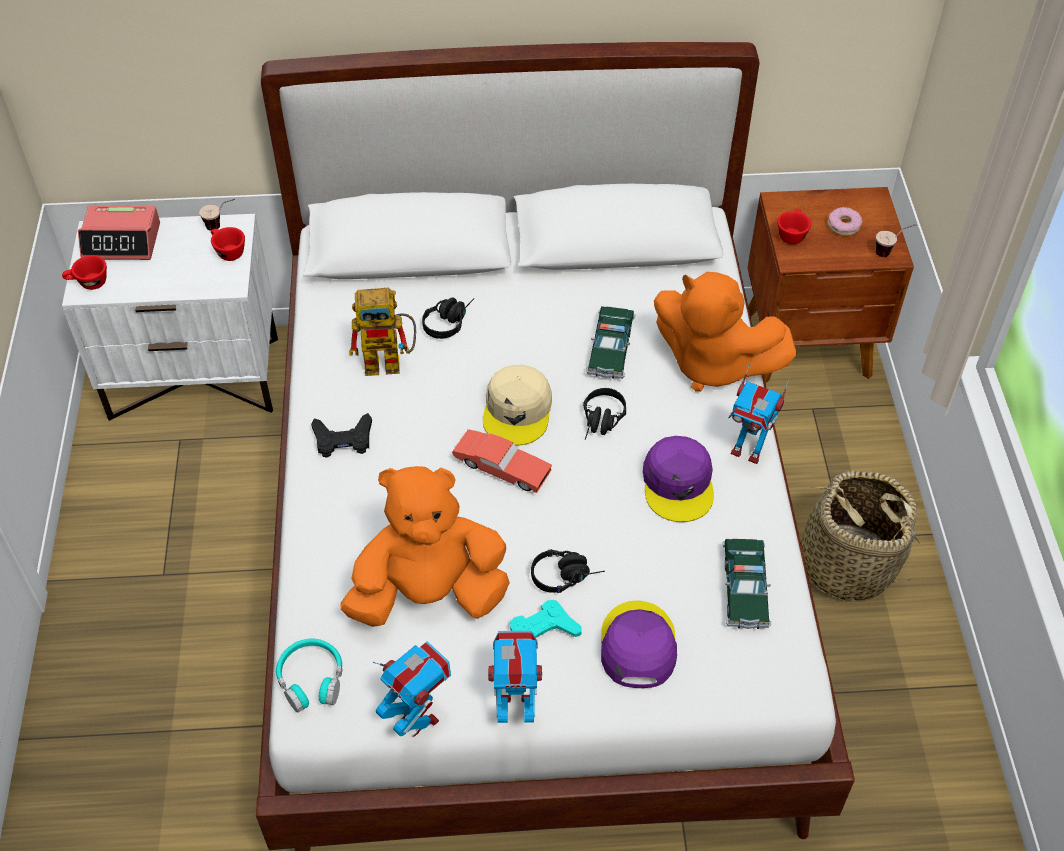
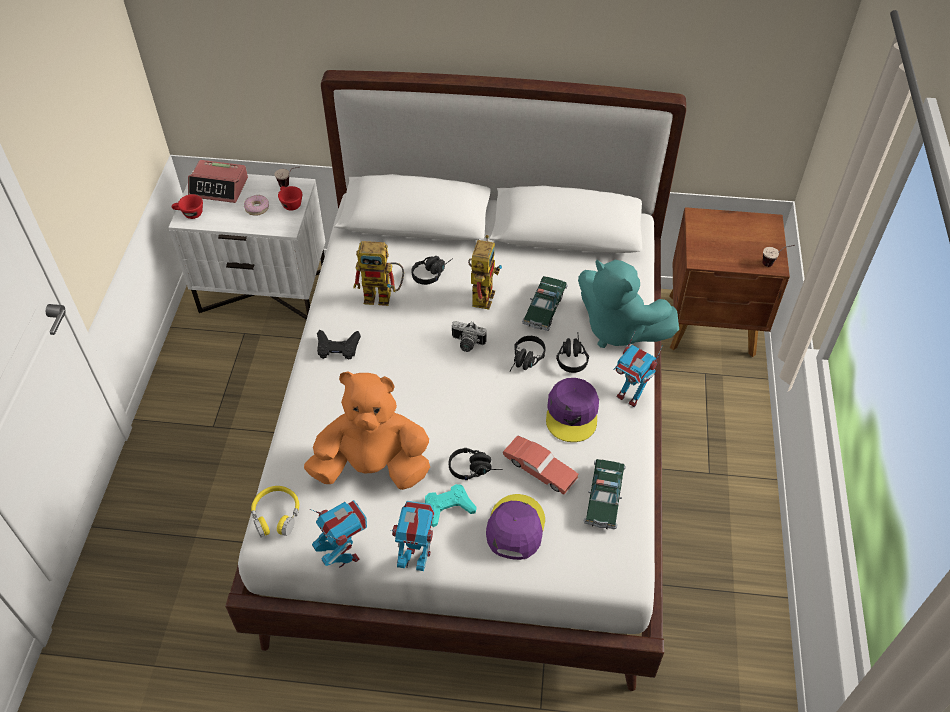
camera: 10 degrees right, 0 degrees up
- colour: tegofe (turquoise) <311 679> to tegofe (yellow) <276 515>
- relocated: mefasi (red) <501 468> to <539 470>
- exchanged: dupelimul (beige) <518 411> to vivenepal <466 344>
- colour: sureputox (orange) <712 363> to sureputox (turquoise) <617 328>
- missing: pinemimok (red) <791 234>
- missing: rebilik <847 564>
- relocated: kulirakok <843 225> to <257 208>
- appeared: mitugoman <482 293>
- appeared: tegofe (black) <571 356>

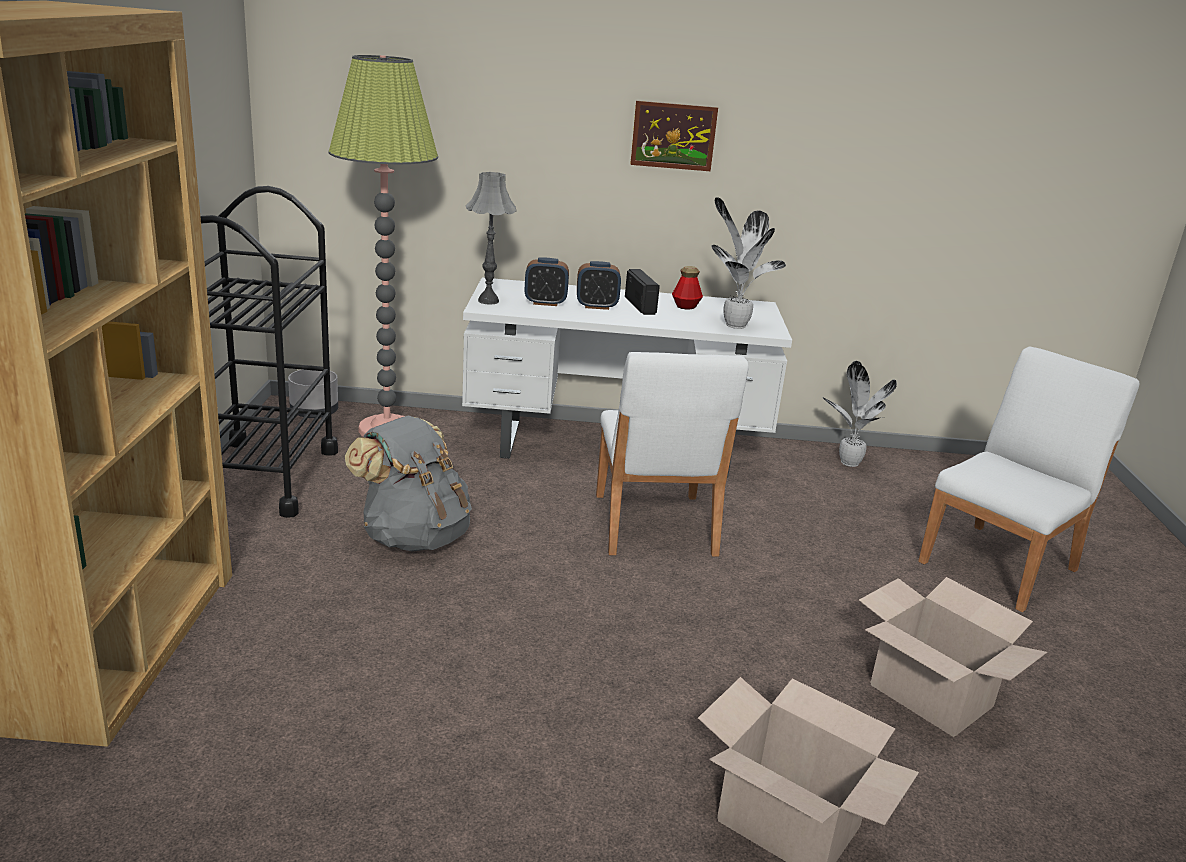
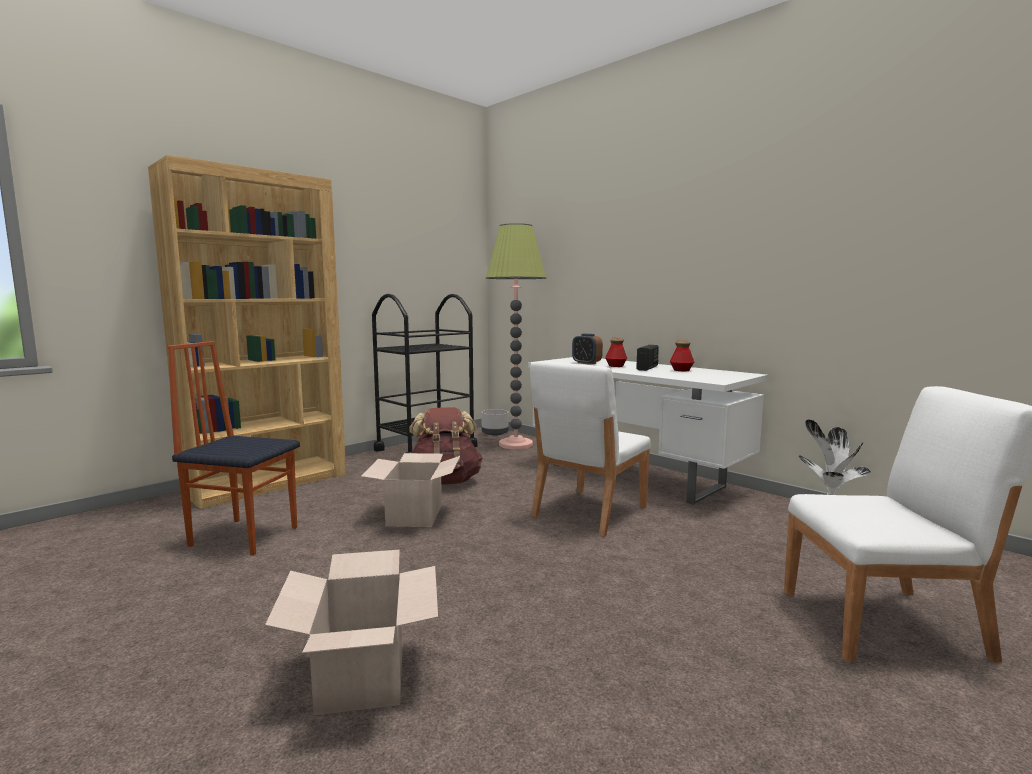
camera: 45 degrees right, 15 degrees down
- colour: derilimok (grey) <414 536> to derilimok (brown) <445 482>
- missing: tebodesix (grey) <488 301>
- exchanged: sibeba <596 306> to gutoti <615 366>
- missing: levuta <673 136>
- missing: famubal <733 325>
- relocated: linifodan <932 695> to <415 515>
- appeared: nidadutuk <244 535>

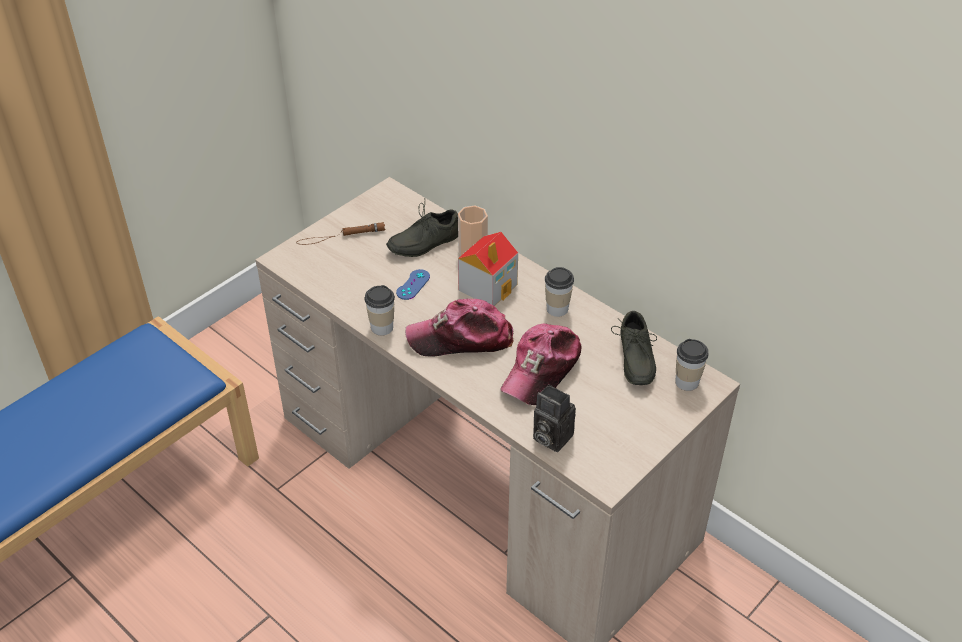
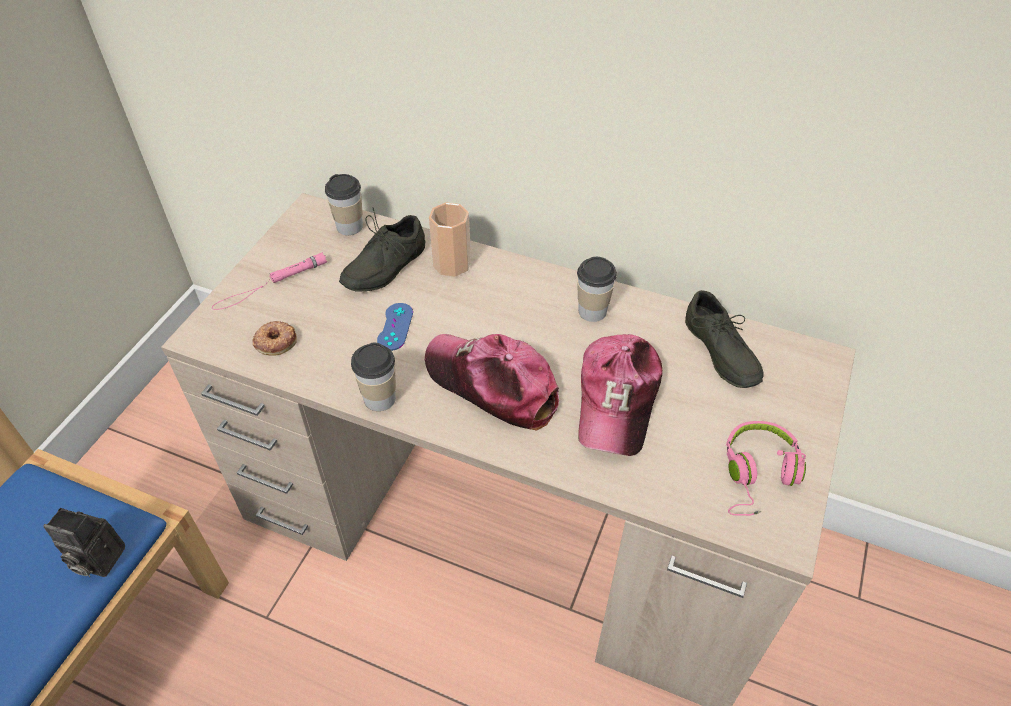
camera: 20 degrees left, 5 degrees up
- colour: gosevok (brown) <341 236> to gosevok (pink) <270 284>
- spun: dupelimul <461 338> = <492 385> 60 degrees clockwise
- missing: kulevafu <488 287>
- relocated: vivenepal <550 437> to <96 559>
- relocated: pinemimok <687 382> to <349 226>
- appeared: kulirakok <275 341>
- appeared: tegofe (pink) <758 475>

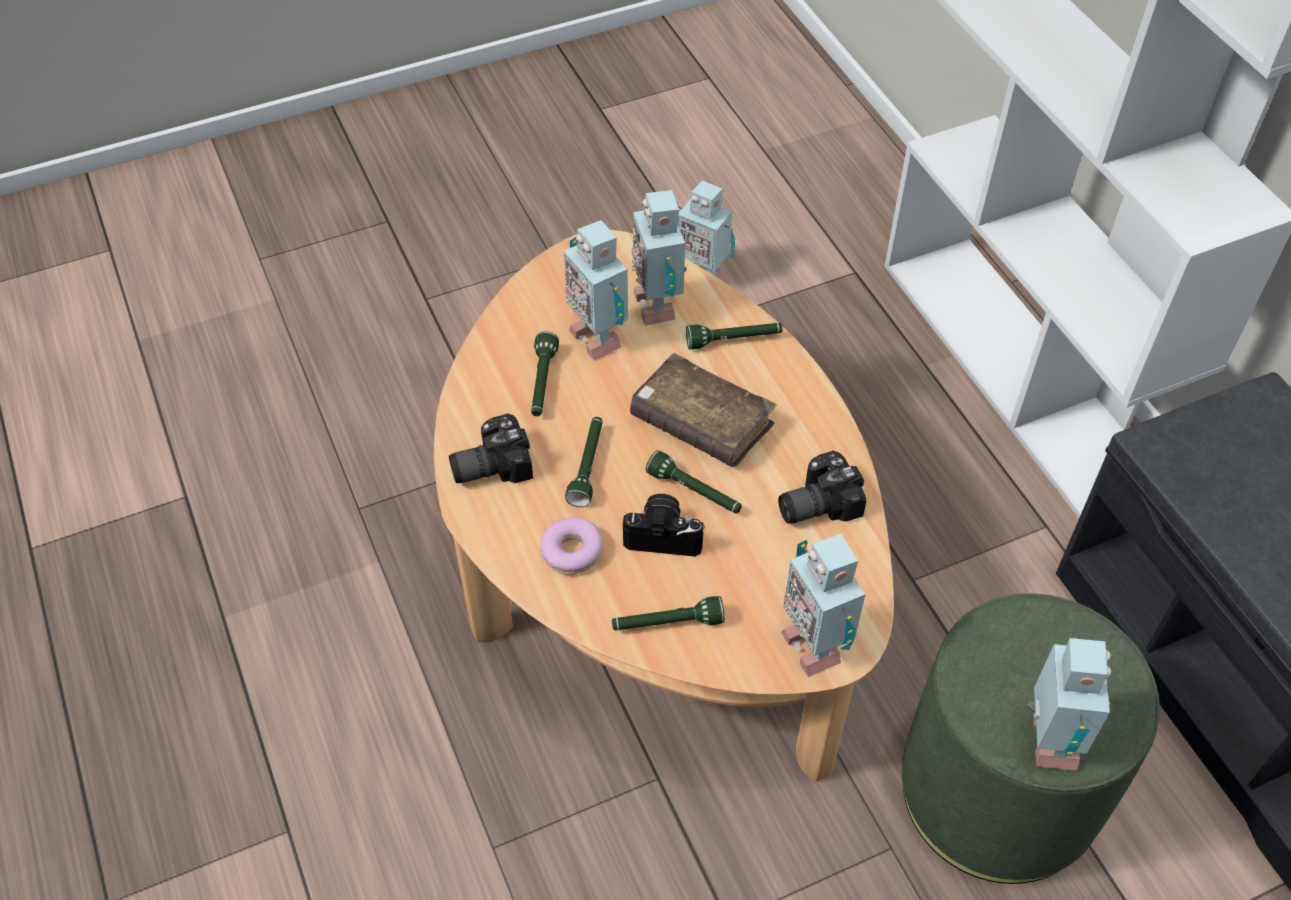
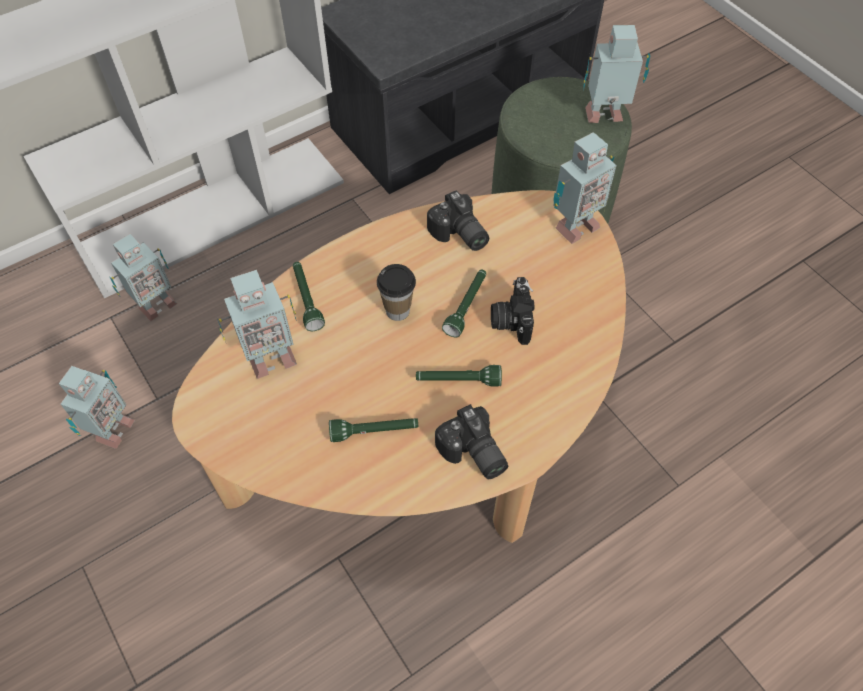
camera: 100 degrees left, 5 degrees up
- missing: kulirakok <572 552>
- relocated: mitugoman <598 336> to <155 305>
- missing: gosevok (green) <667 624>
- exchanged: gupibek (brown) <701 423> to pinemimok <398 311>

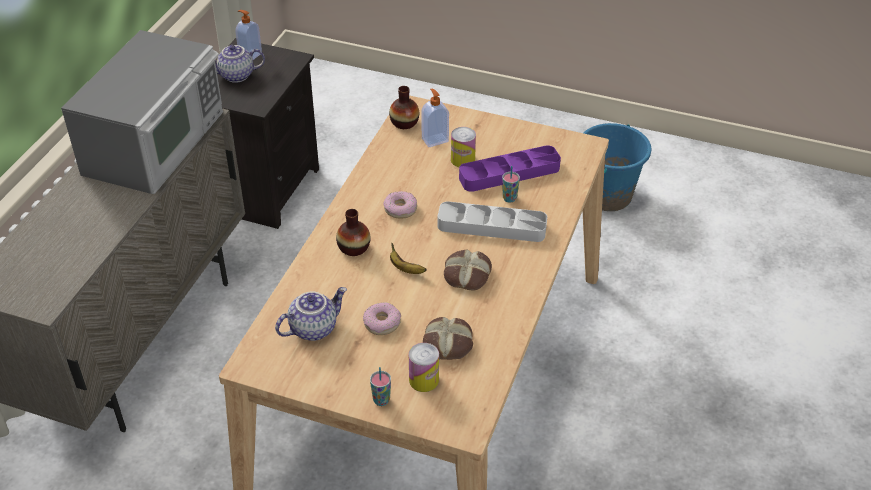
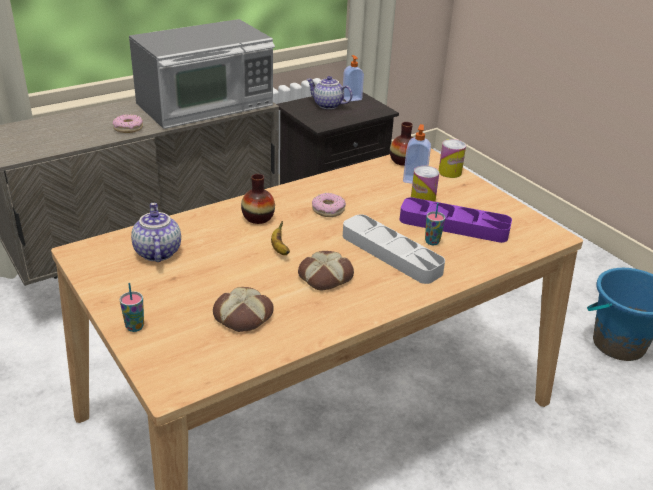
camera: 35 degrees right, 10 degrees down
- spun: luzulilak <313 328> = <156 252> 105 degrees counterclockwise
- relocated: kulirakok <382 323> to <128 128>
- relocated: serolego <424 380> to <450 172>

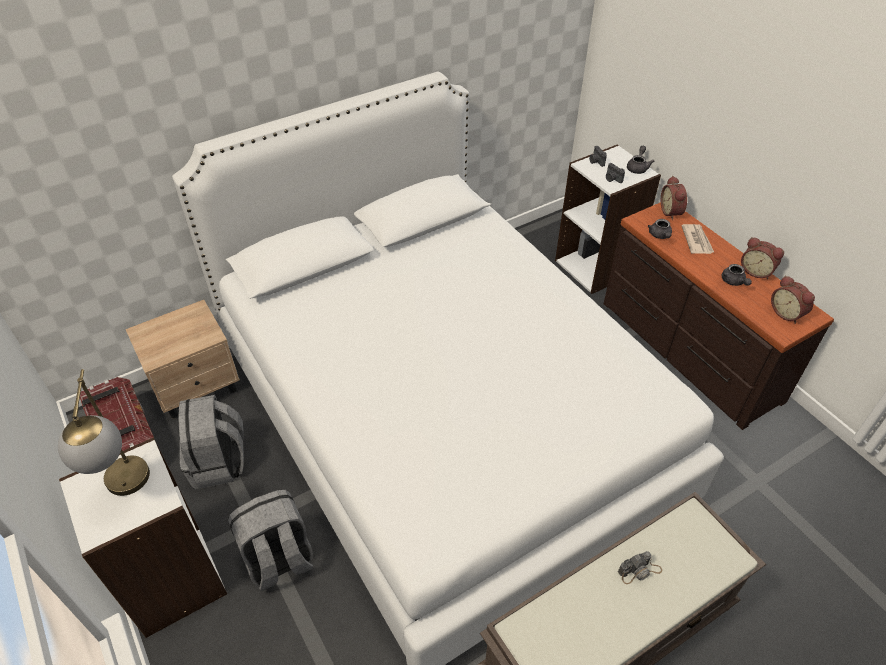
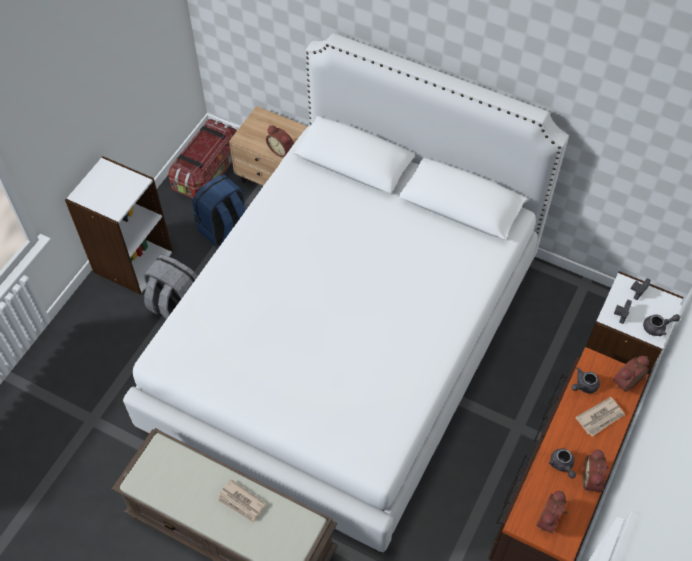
camera: 60 degrees right, 10 degrees up
- missing: tebodesix <127 491>
- colour: derilimok (grey) <219 463> to derilimok (blue) <225 230>
- exchanged: vivenepal <639 571> to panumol <241 502>
- spun: luzulilak (grey) <733 282> = <562 465> 60 degrees counterclockwise
- appeared: sibeba <282 150>

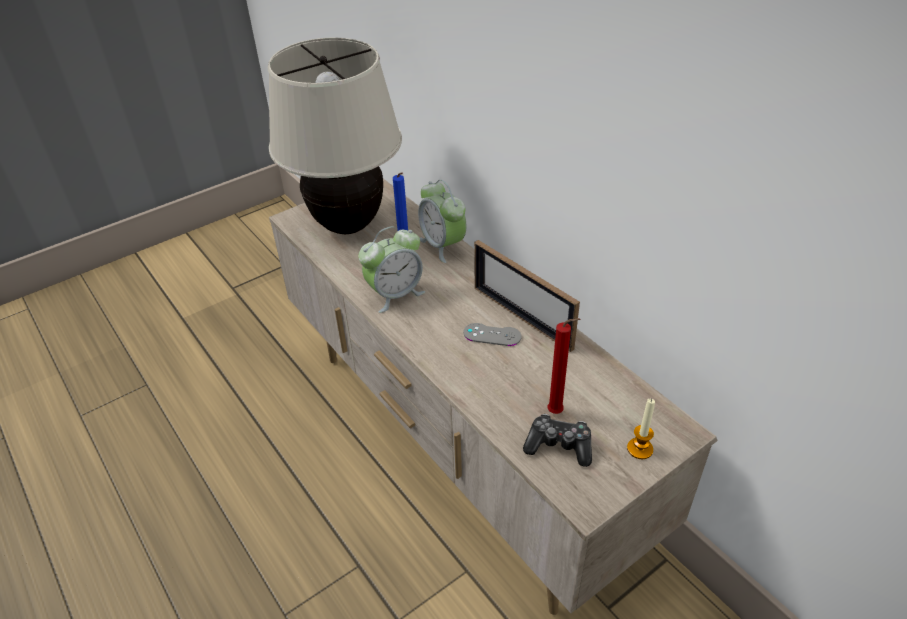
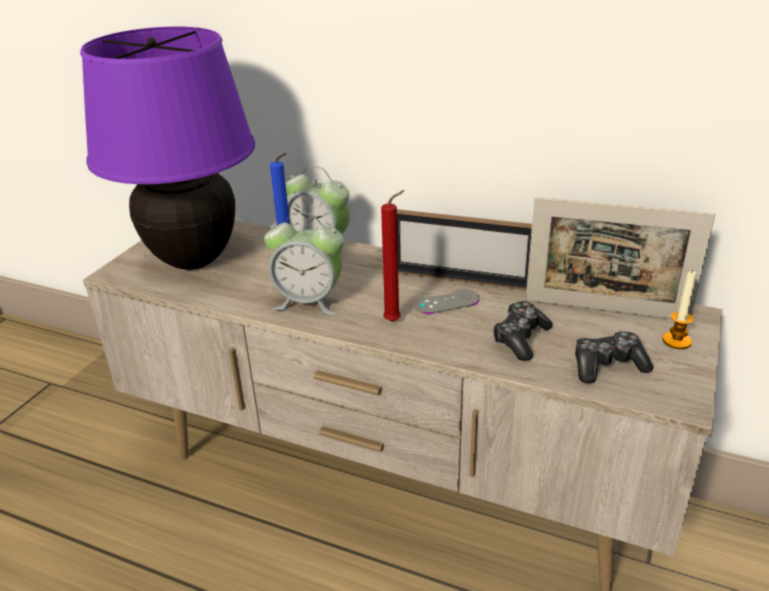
camera: 30 degrees left, 10 degrees down
- colour: tebodesix (beige) <347 226> to tebodesix (purple) <193 261>
- spun: sibeba <395 294> = <309 302> 75 degrees clockwise
- relocated: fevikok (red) <557 412> to <395 321>
- appeared: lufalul <520 339>
- appeared: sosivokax <605 309>

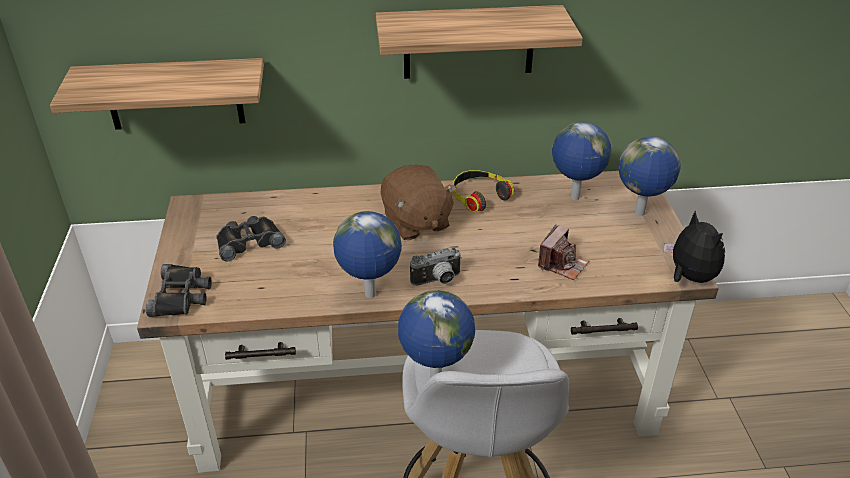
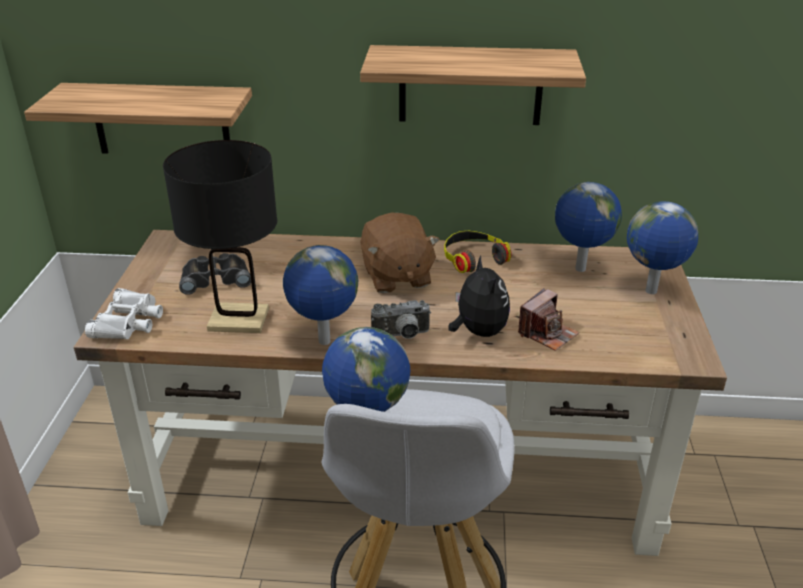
camera: 10 degrees right, 5 degrees down
- colour: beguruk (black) <182 295> to beguruk (white) <129 322>
- relocated: sureputox <689 277> to <478 332>
- appeared: tebodesix (black) <238 320>

